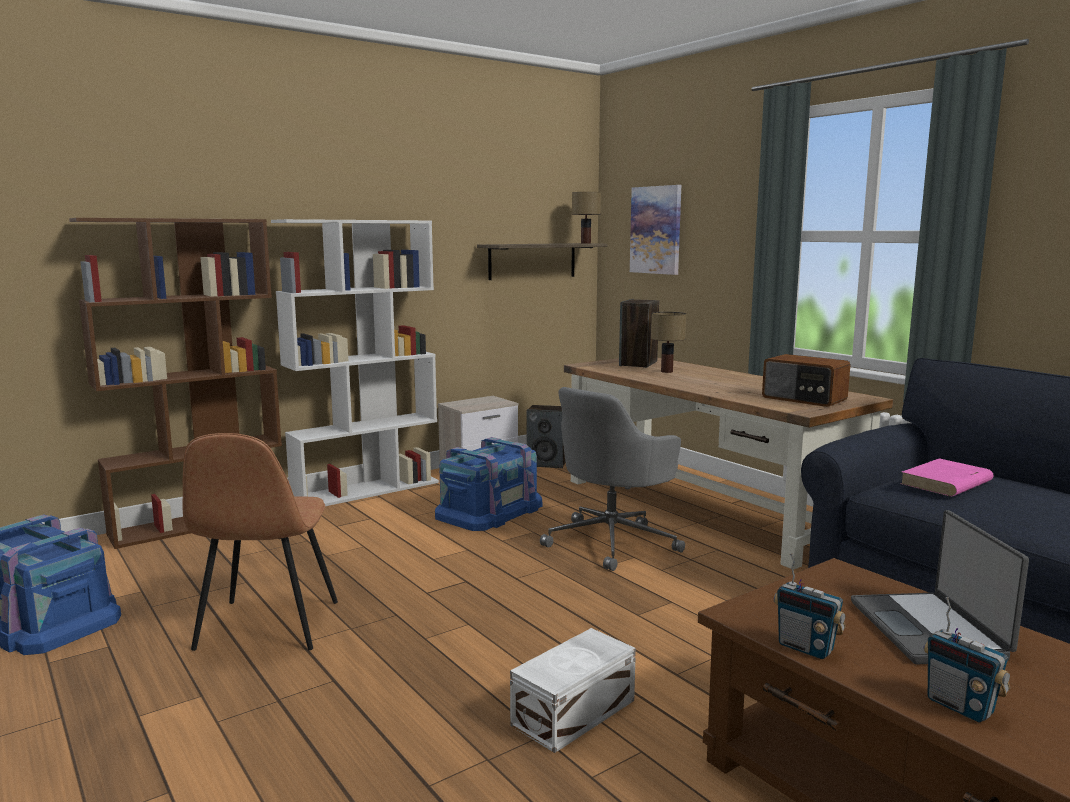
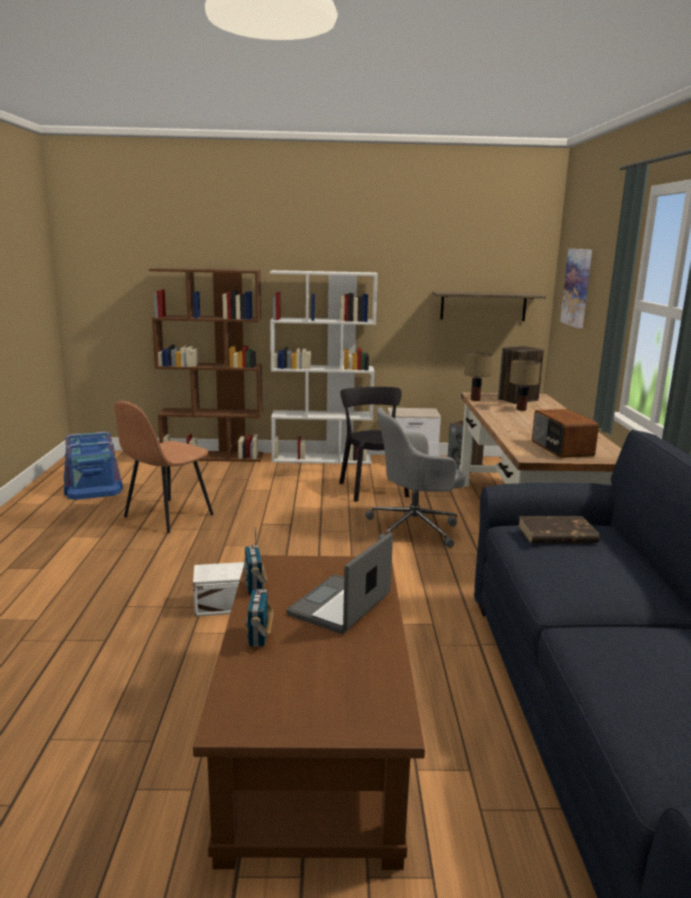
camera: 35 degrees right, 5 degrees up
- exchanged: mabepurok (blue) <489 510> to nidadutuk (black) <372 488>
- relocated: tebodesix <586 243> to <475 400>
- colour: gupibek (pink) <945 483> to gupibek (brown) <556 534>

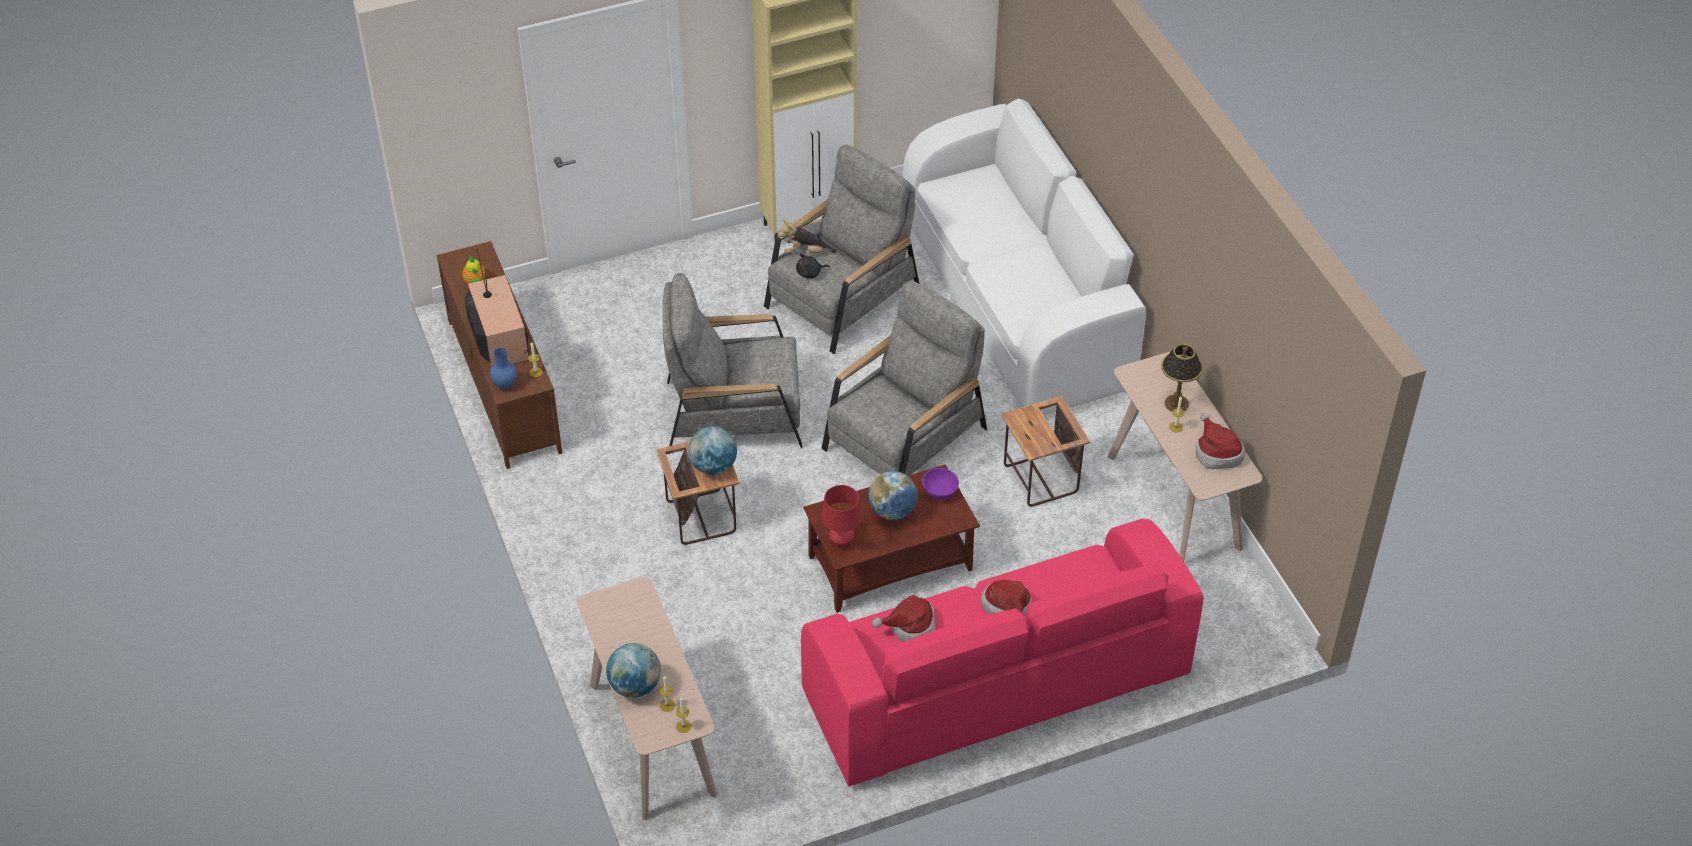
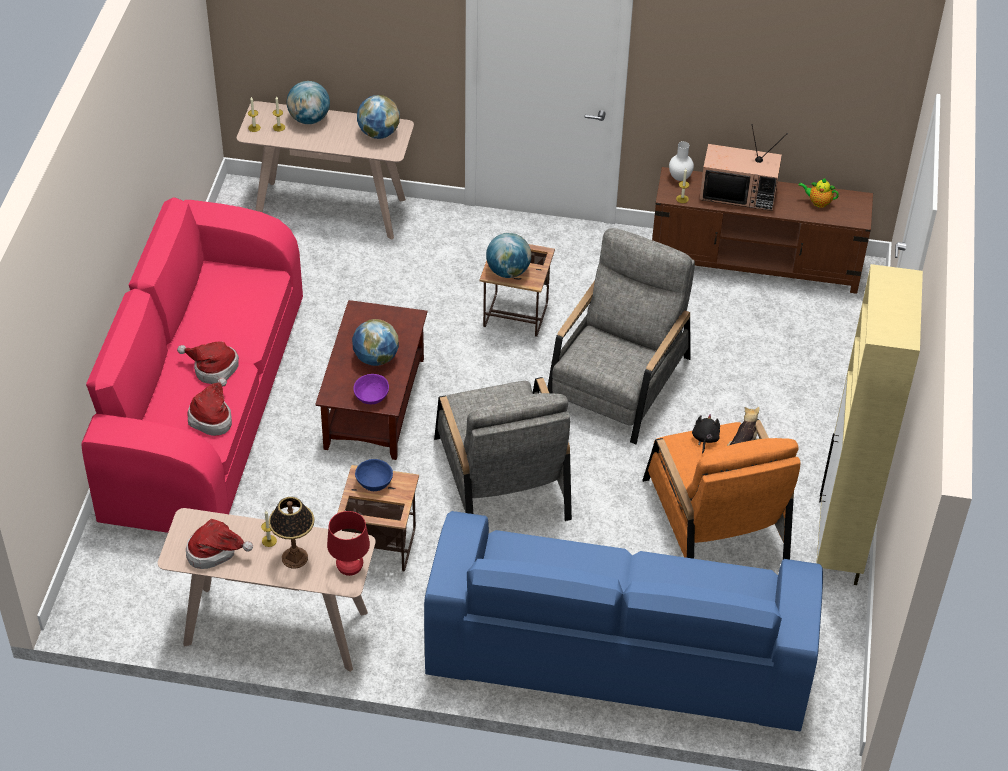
camera: 120 degrees right, 0 degrees up
- colour: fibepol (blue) <504 385> to fibepol (white) <680 178>
- colour: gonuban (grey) <842 298> to gonuban (orange) <713 521>
- relocated: tebodesix (red) <841 541> to <350 569>
- relocated: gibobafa <910 627> to <212 417>
- colour: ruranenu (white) <1016 301> to ruranenu (blue) <618 654>
- appeared: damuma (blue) <374 483>
- appeared: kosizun <378 133>

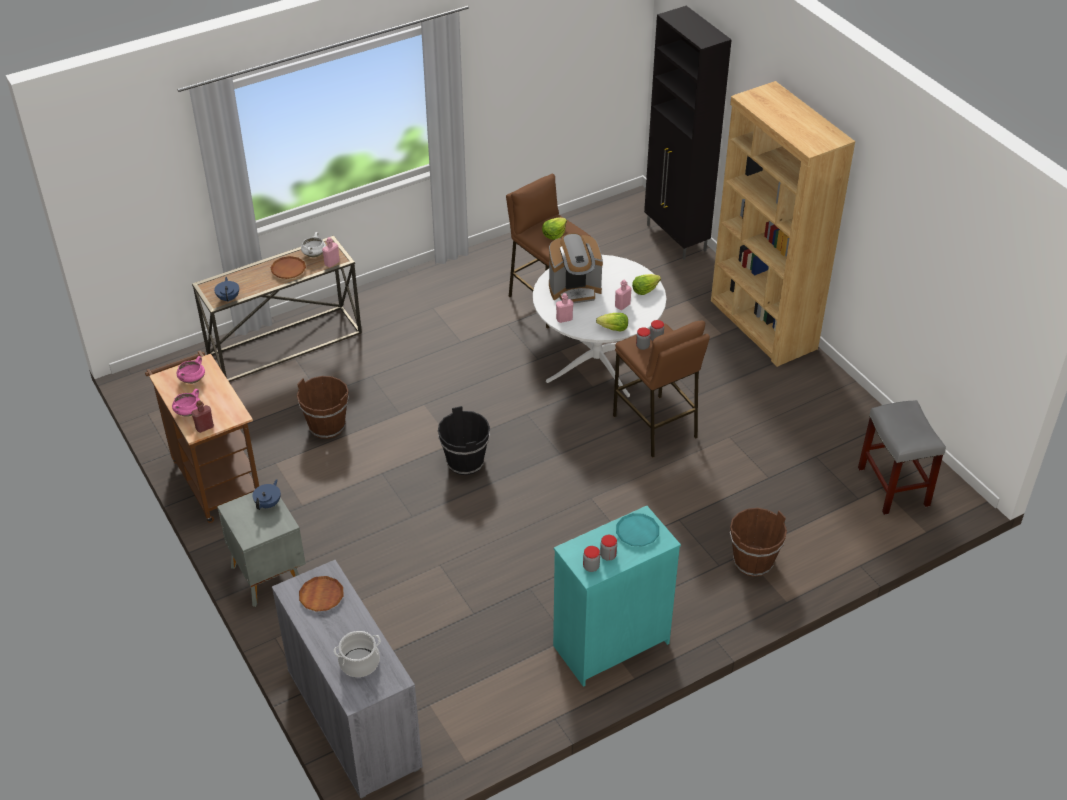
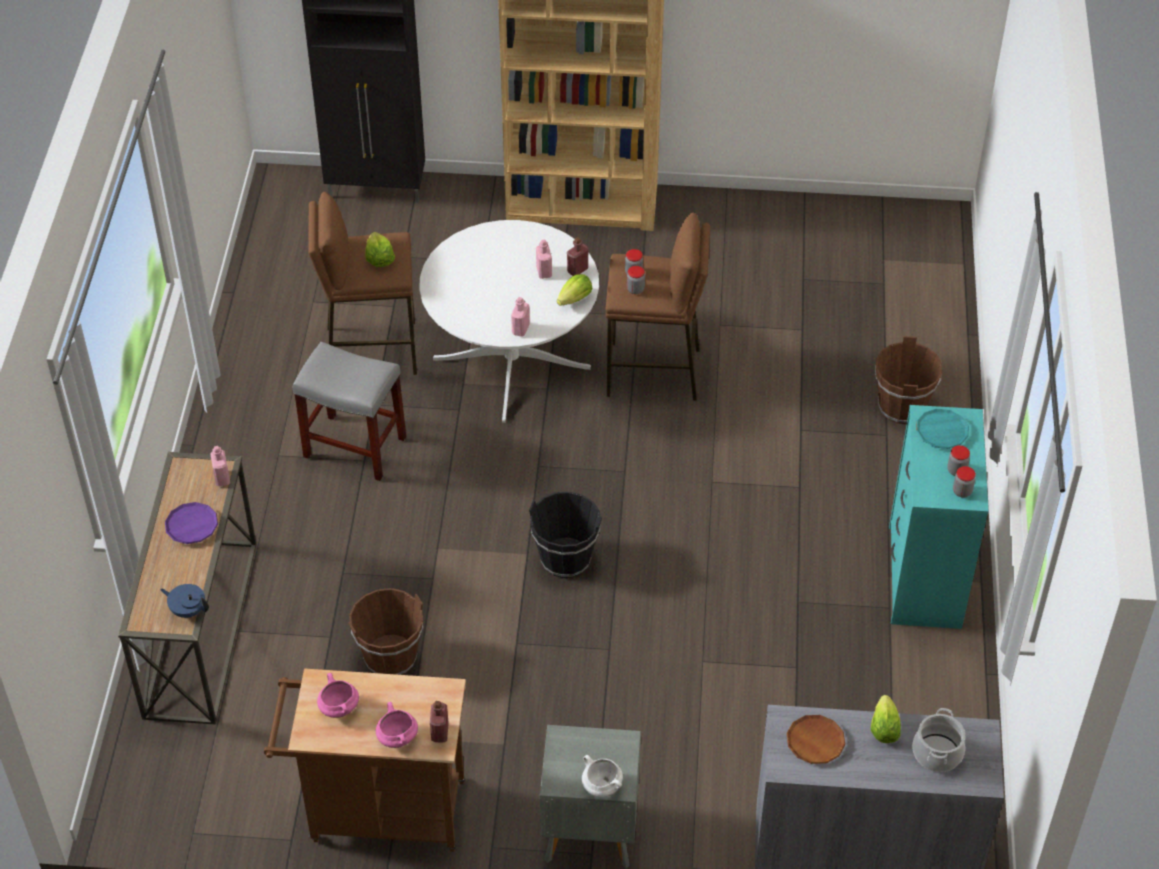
camera: 55 degrees left, 5 degrees up
- missing: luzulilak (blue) <268 503>
- colour: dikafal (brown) <288 270> to dikafal (purple) <192 526>
- relocated: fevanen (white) <314 254> to <601 786>
- missing: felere <575 290>
- relocated: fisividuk <644 290> to <884 729>
- relocated: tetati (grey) <894 487> to <356 447>
- appeared: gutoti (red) <577 270>

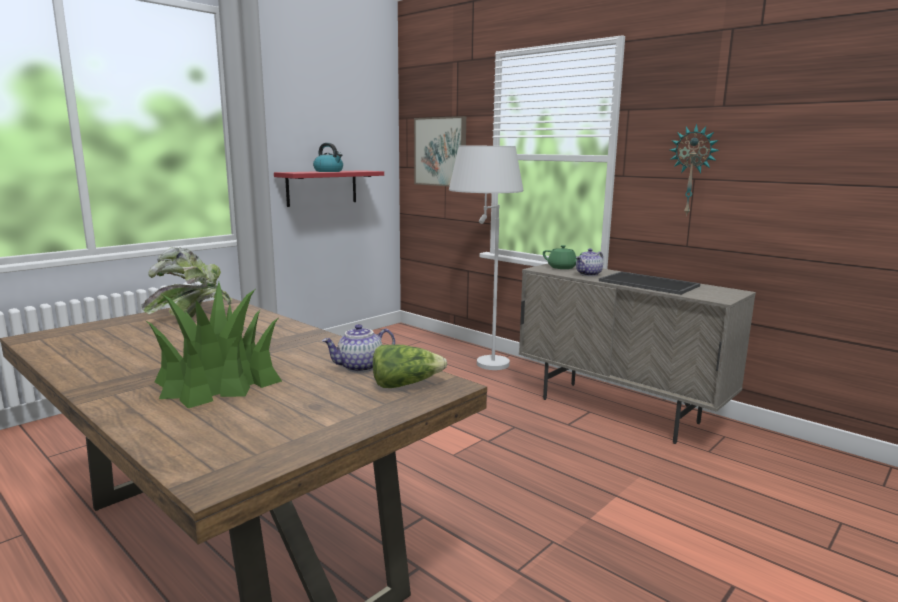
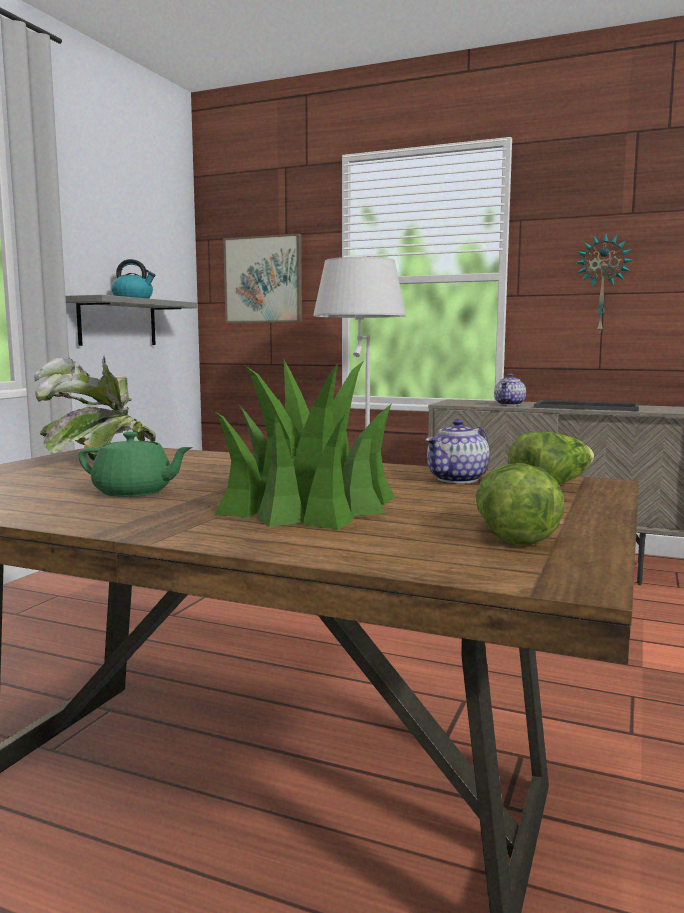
camera: 20 degrees left, 5 degrees down
- colour: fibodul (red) <322 187> to fibodul (grey) <118 322>
- relocated: luzulilak (green) <562 267> to <134 492>
- appeared: fisividuk <512 534>

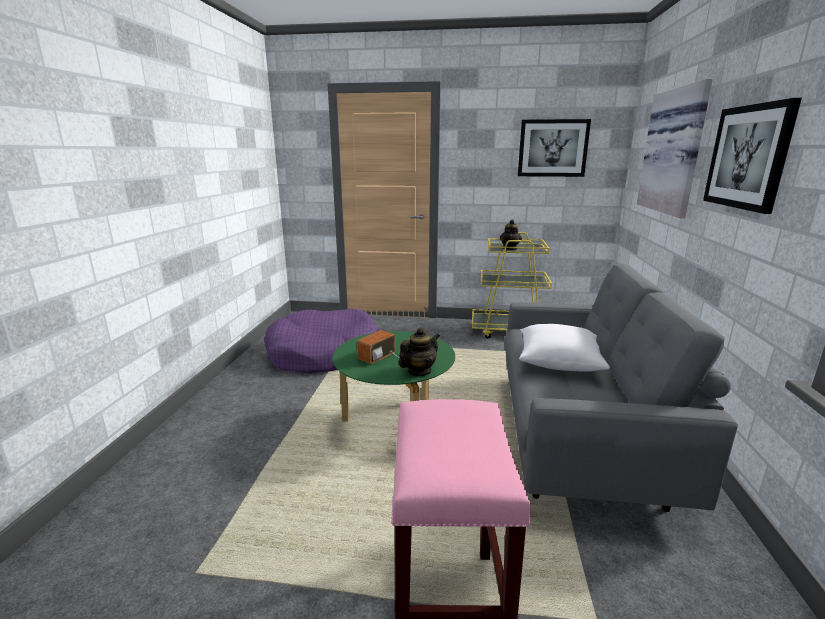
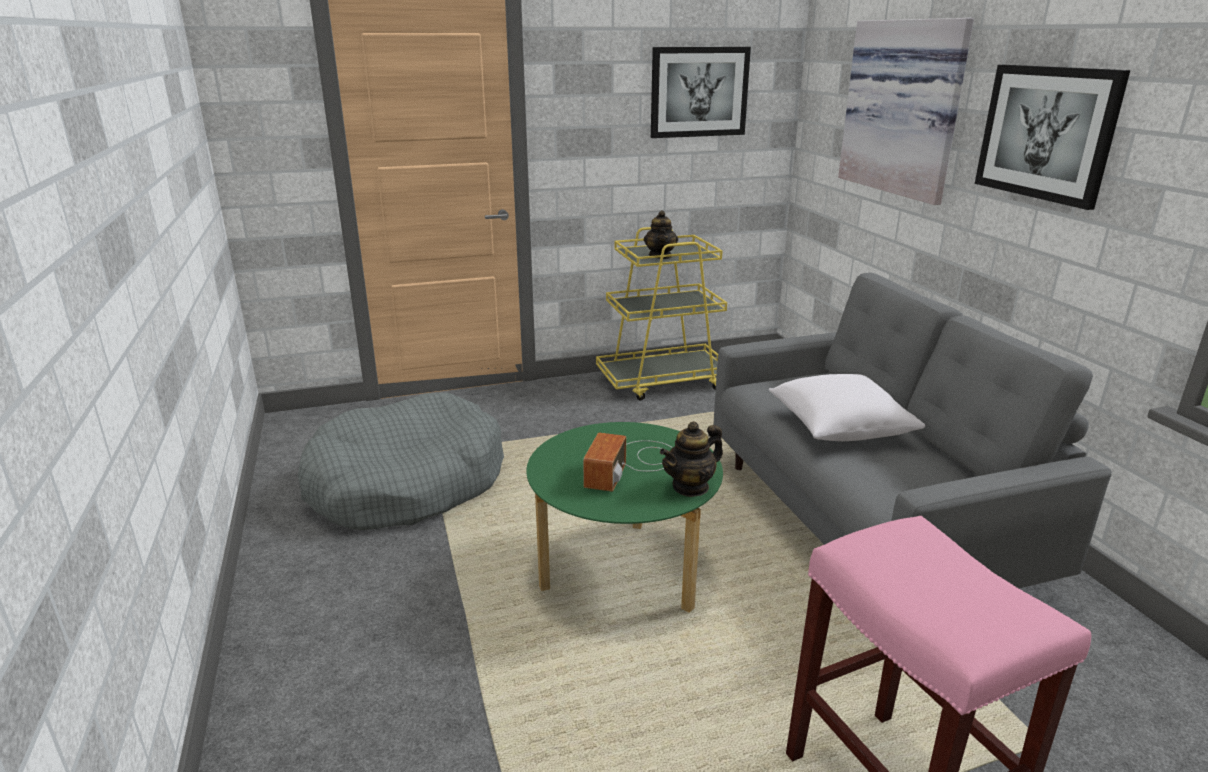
camera: 25 degrees left, 5 degrees up
- colour: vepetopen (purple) <324 354> to vepetopen (grey) <406 483>
- spun: luzulilak <419 371> = <690 487> 150 degrees counterclockwise

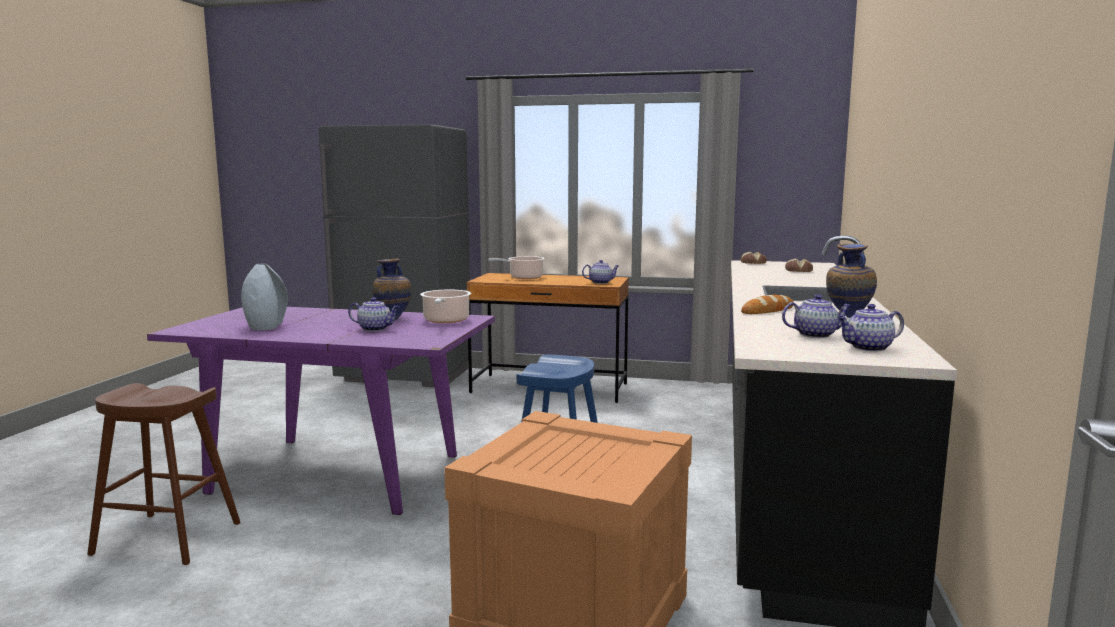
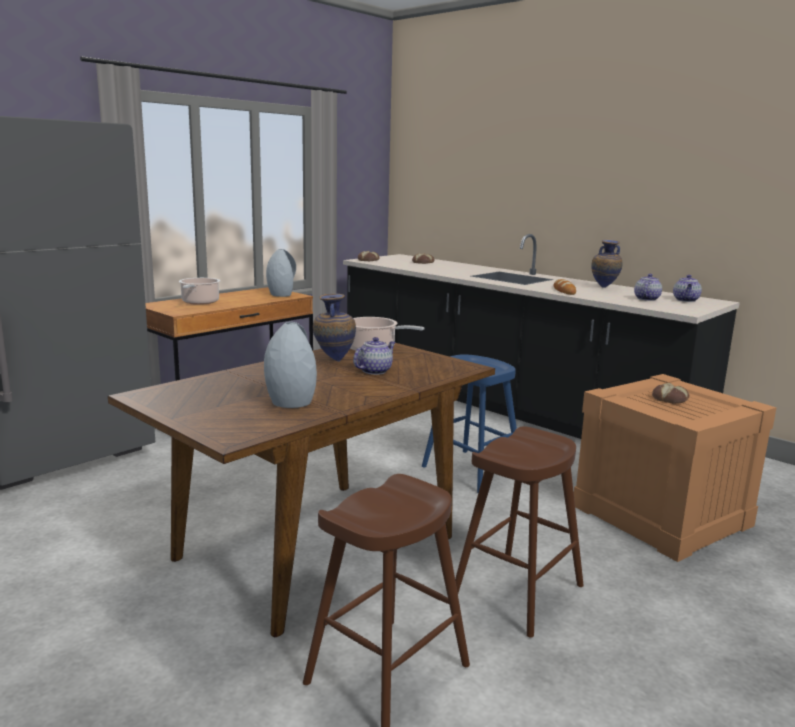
camera: 60 degrees left, 5 degrees up
- colour: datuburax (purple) <340 473> to datuburax (brown) <318 546>
- exchanged: luzulilak <601 282> to fibepol (grey) <281 295>
- appeared: tetati (brown) <518 592>
- appeared: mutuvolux <670 399>

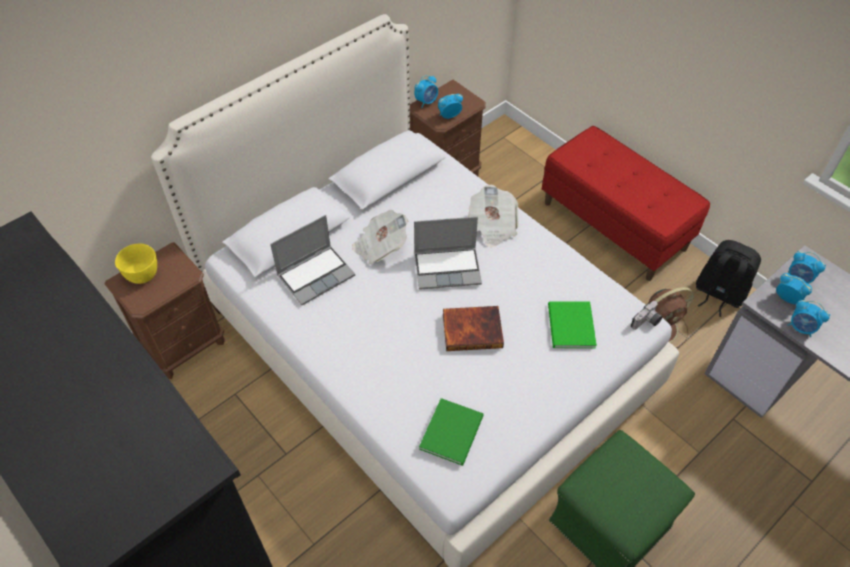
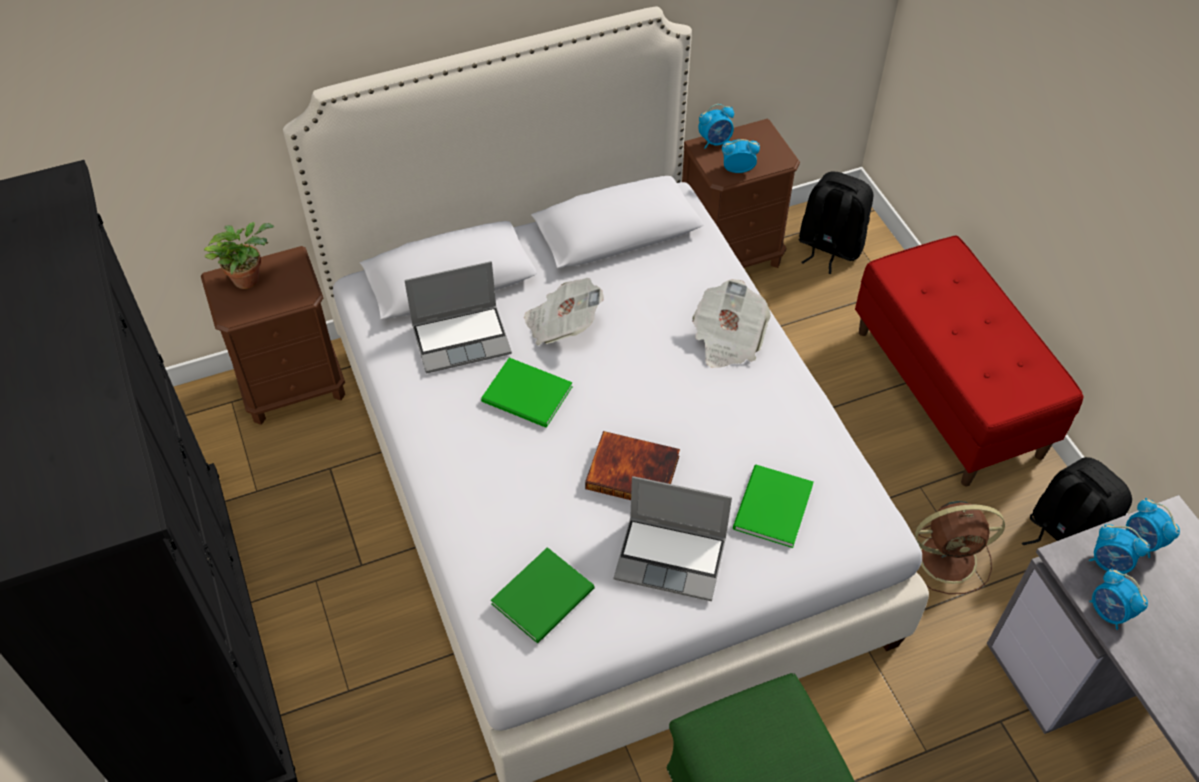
camera: 20 degrees right, 0 degrees up
- exchanged: damuma (yellow) <143 274> to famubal <249 277>
- relocated: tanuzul <448 268> to <672 558>
- missing: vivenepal <646 322>
- spun: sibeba <787 298> = <1109 564> 150 degrees clockwise
- appeared: gupibek (green) <528 397>
- appeared: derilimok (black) <829 247>

